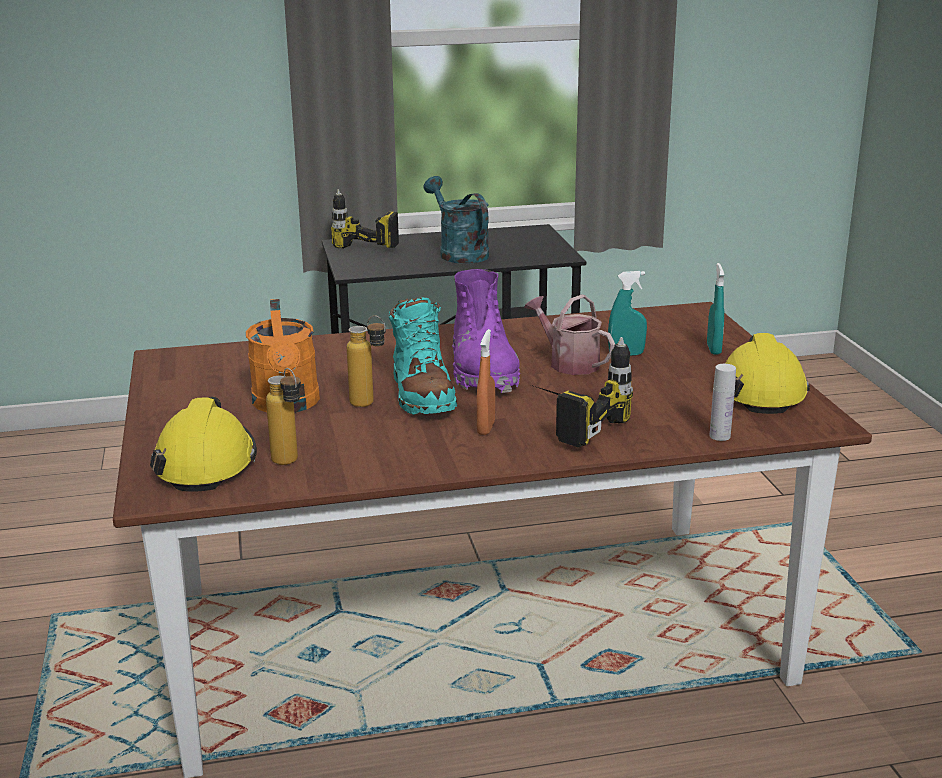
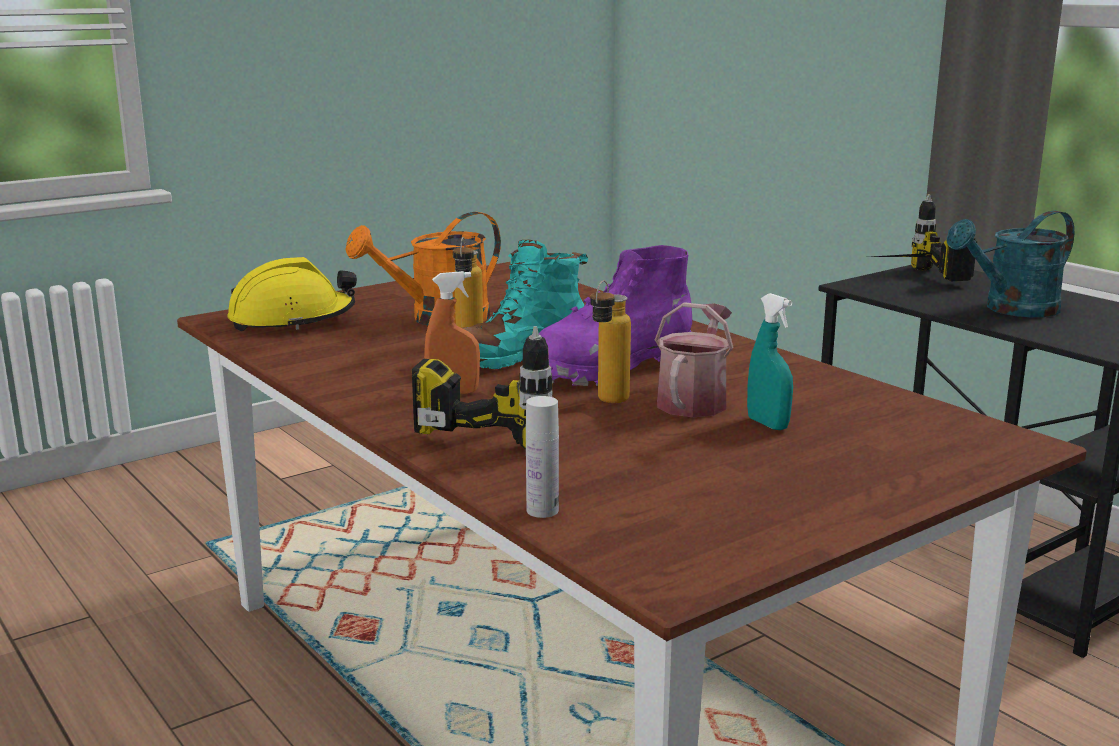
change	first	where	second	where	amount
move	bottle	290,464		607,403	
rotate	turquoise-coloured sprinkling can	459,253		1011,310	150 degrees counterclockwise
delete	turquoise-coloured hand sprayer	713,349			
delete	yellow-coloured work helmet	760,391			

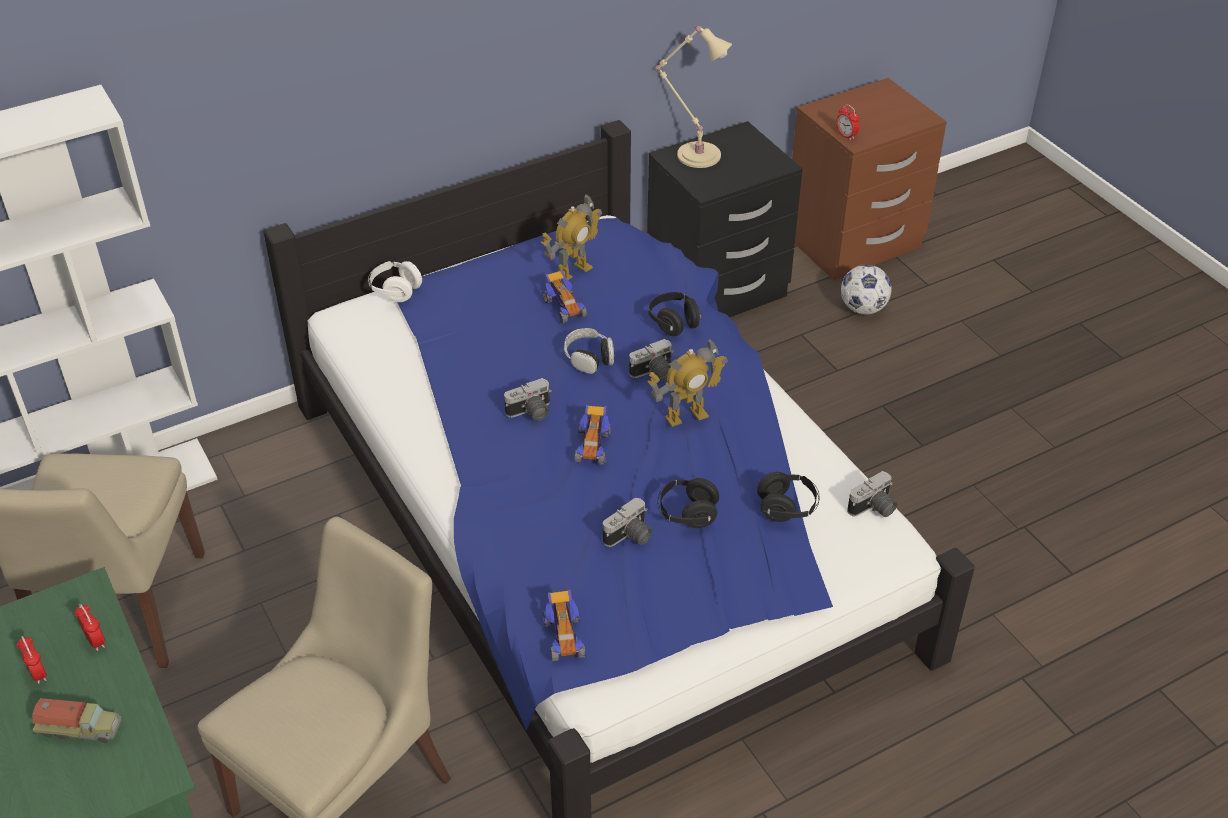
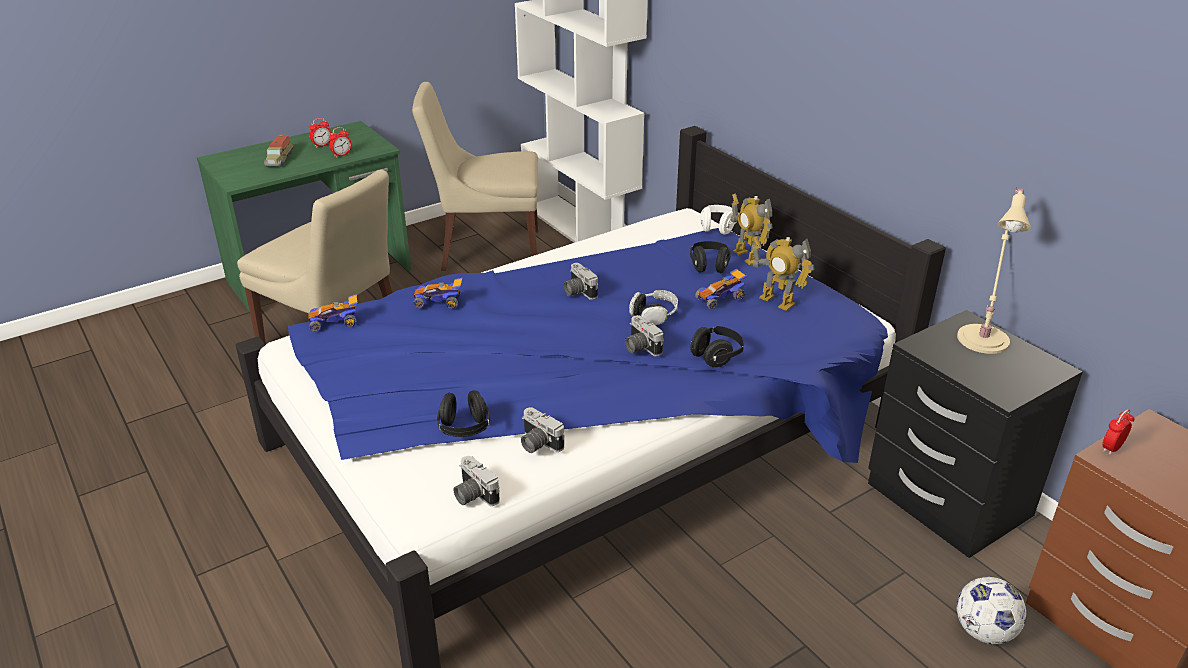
change	first	where	second	where	amount
move	model car	592,446		439,302	
move	still camera	630,537		537,444	
move	black-coloured pair of headphones	687,513		709,266	
move	robot figure	686,416		747,256	

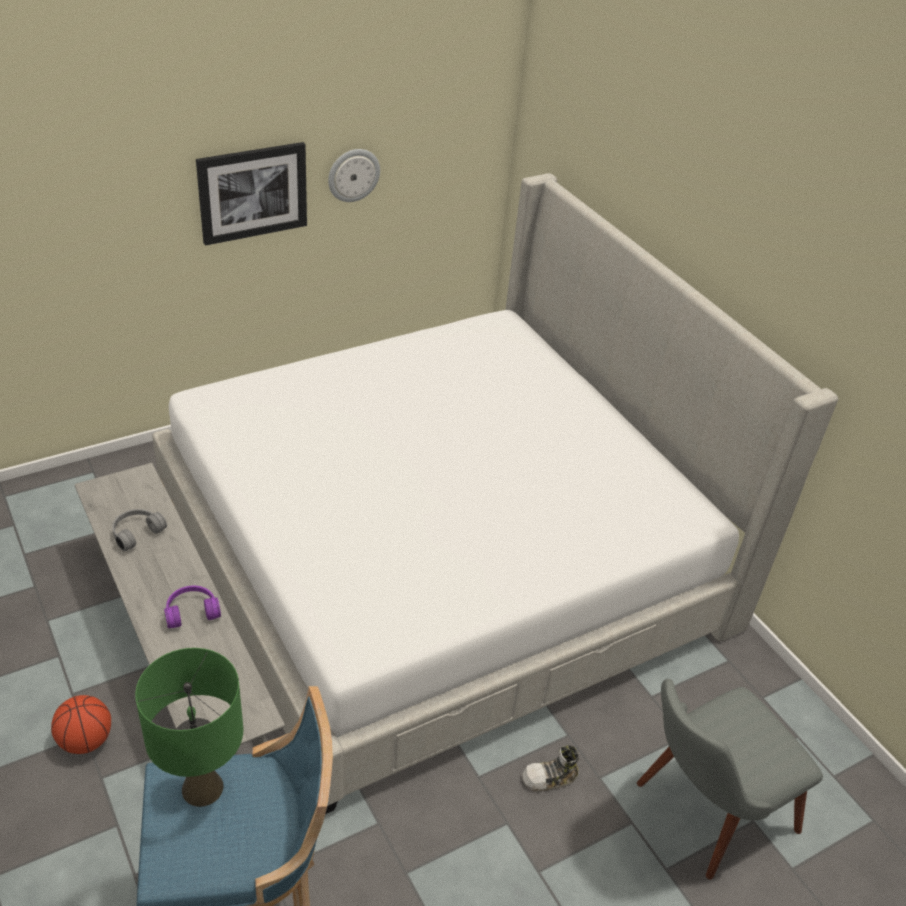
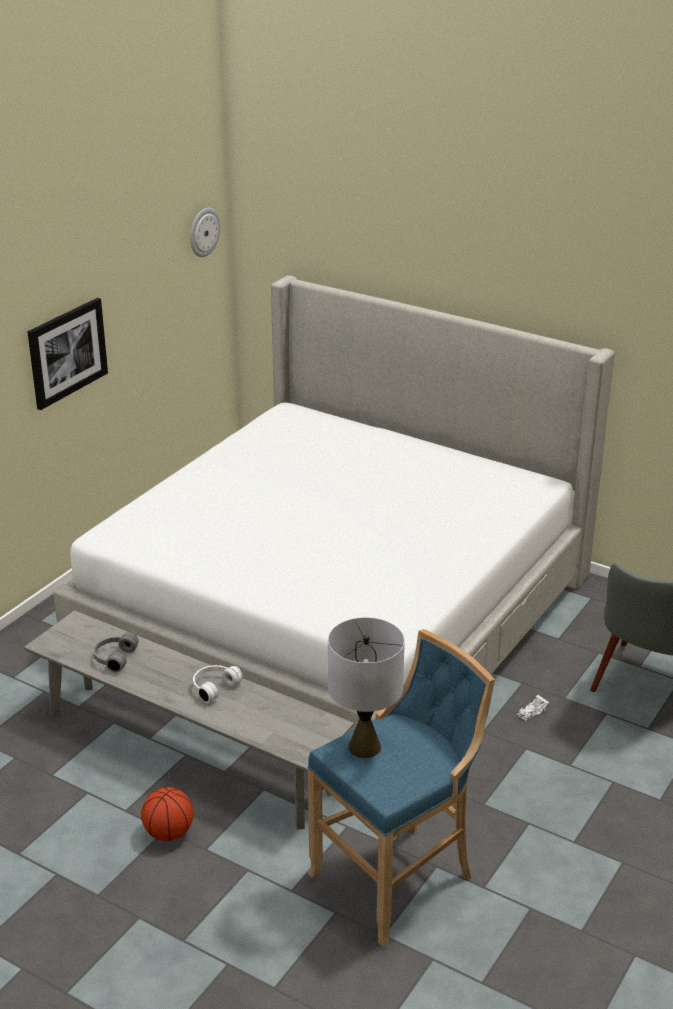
change	first	where	second	where	amount
move	wall clock	353,174		203,232	
recolor	purplish pair of headphones	191,611	white-coloured pair of headphones	213,687	
recolor	greenish lamp for a table	203,788	grey lamp for a table	365,747	
replace	item of footwear	550,778	white-coloured model car	532,712	

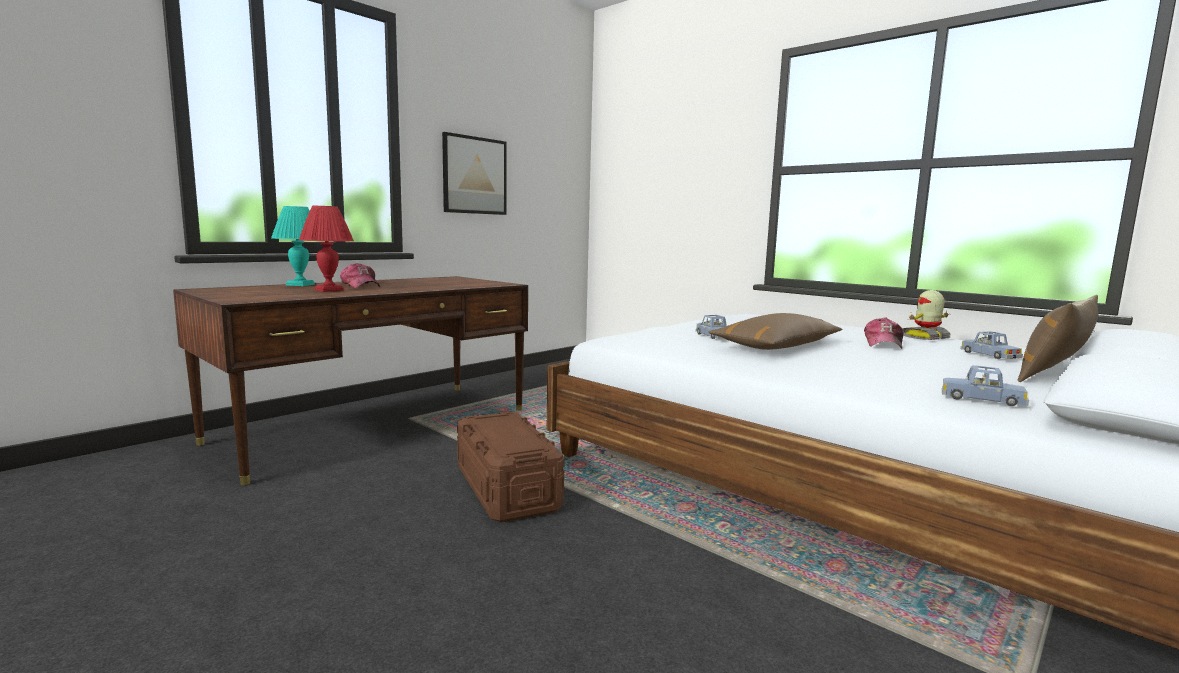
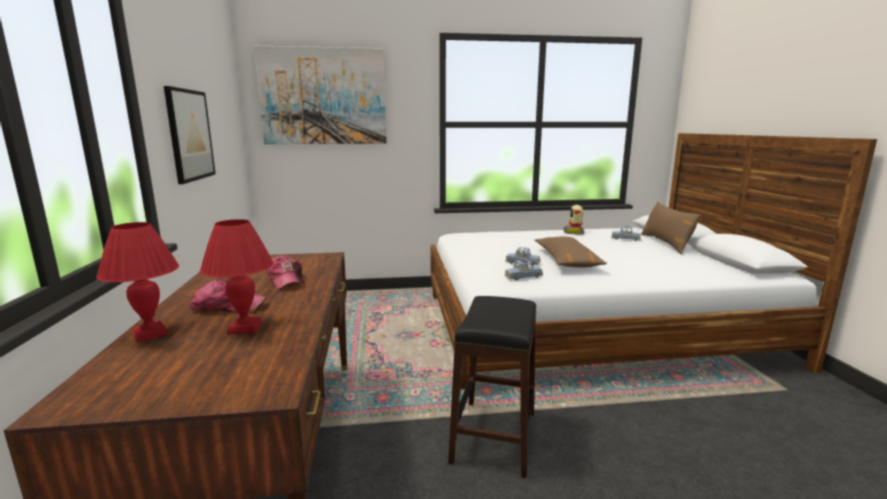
change	first	where	second	where	amount
recolor	turquoise-coloured lamp for a table	300,285	reddish lamp for a table	151,333	
insert			picture	323,96	
move	cap	883,344		286,280	
replace	brown storage container	506,488	black-coloured sitting stool	495,436	
move	bluish model car	982,400		523,277	

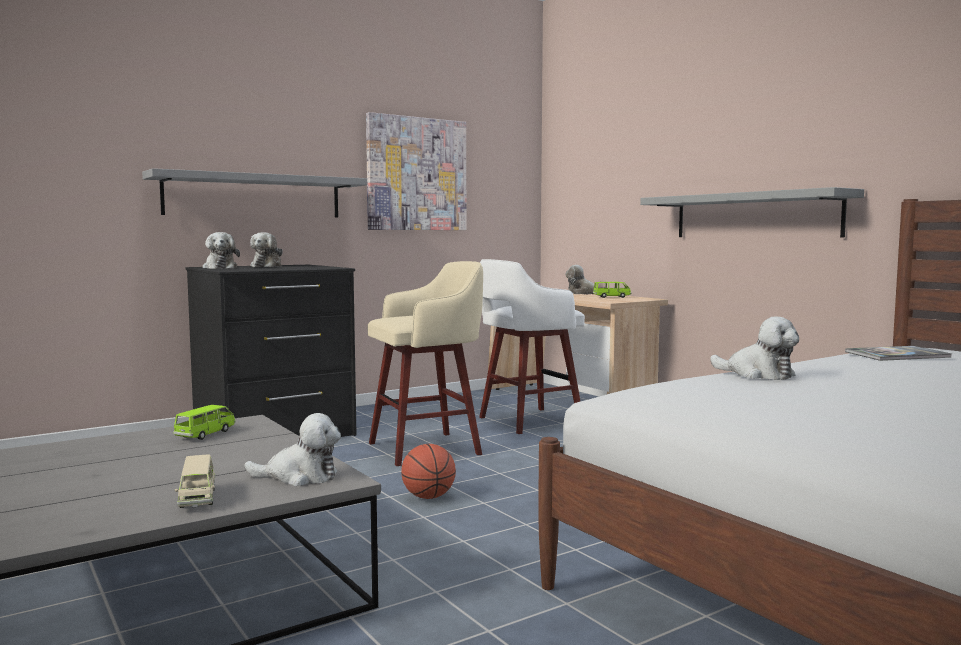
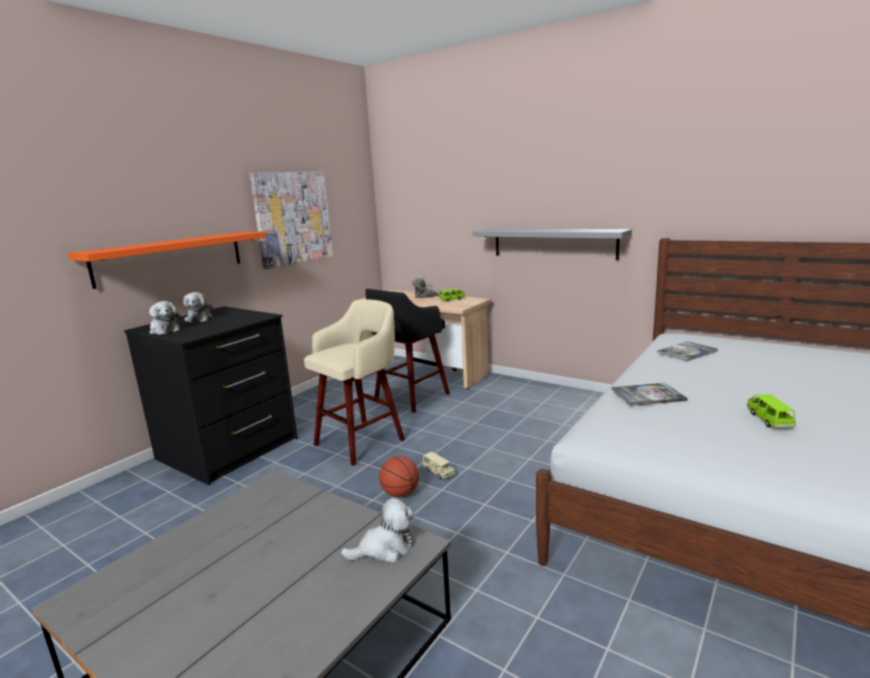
change	first	where	second	where	amount
recolor	grey wall shelf	254,196	orange wall shelf	171,257	
recolor	white-coloured sitting stool	527,421	black-coloured sitting stool	410,398	
move	sand-coloured model car	197,498		438,472	
replace	plush toy	758,374	volume	648,395	
move	greenish model car	205,434		769,420	

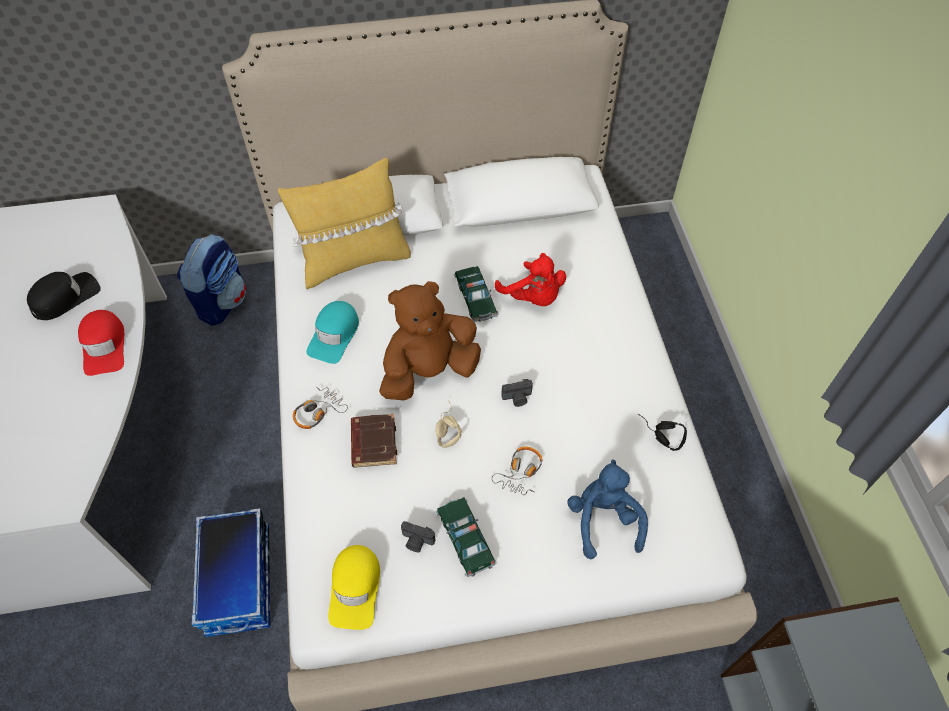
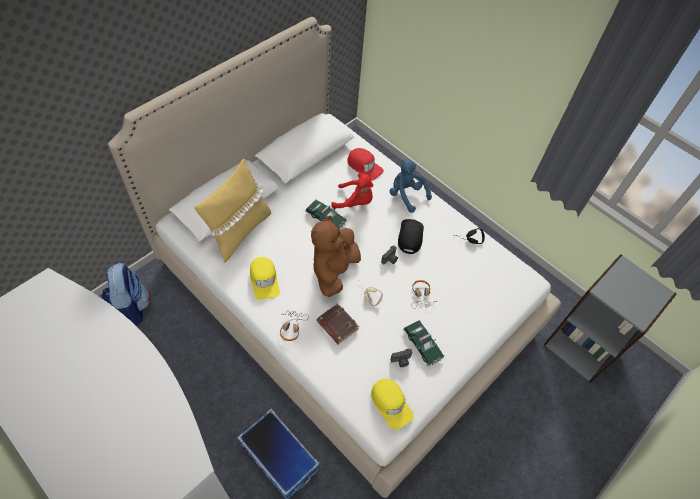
change	first	where	second	where	amount
recolor	turquoise-coloured cap	334,335	yellow-coloured cap	264,280	
move	reddish cap	104,346		364,166	
move	bluish plush toy	603,520		406,195	
move	black-coloured cap	65,297		410,236	
rotate	model car	465,539		422,345	150 degrees counterclockwise

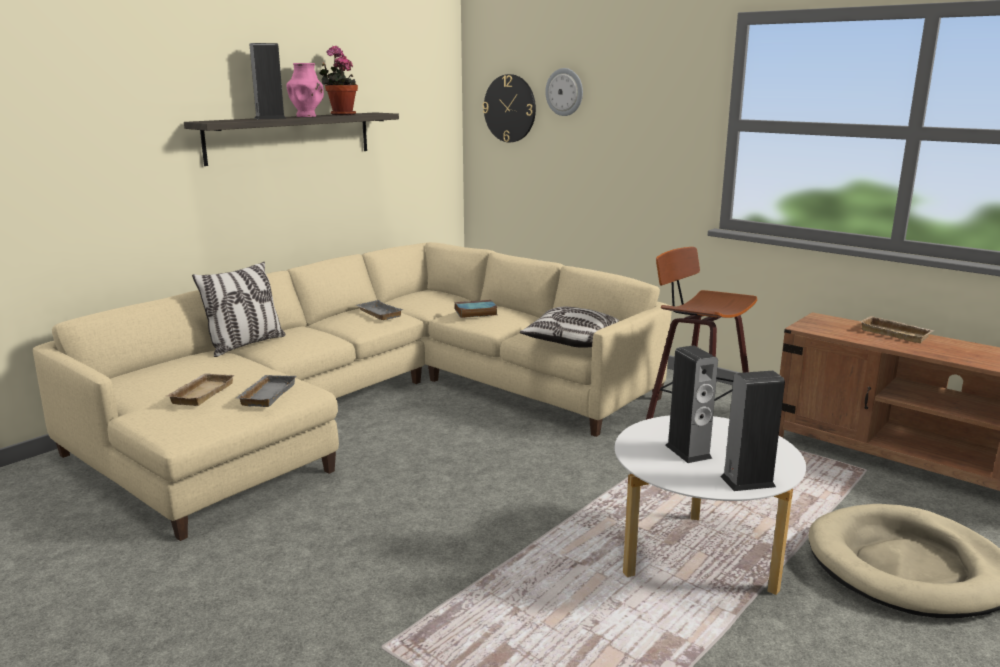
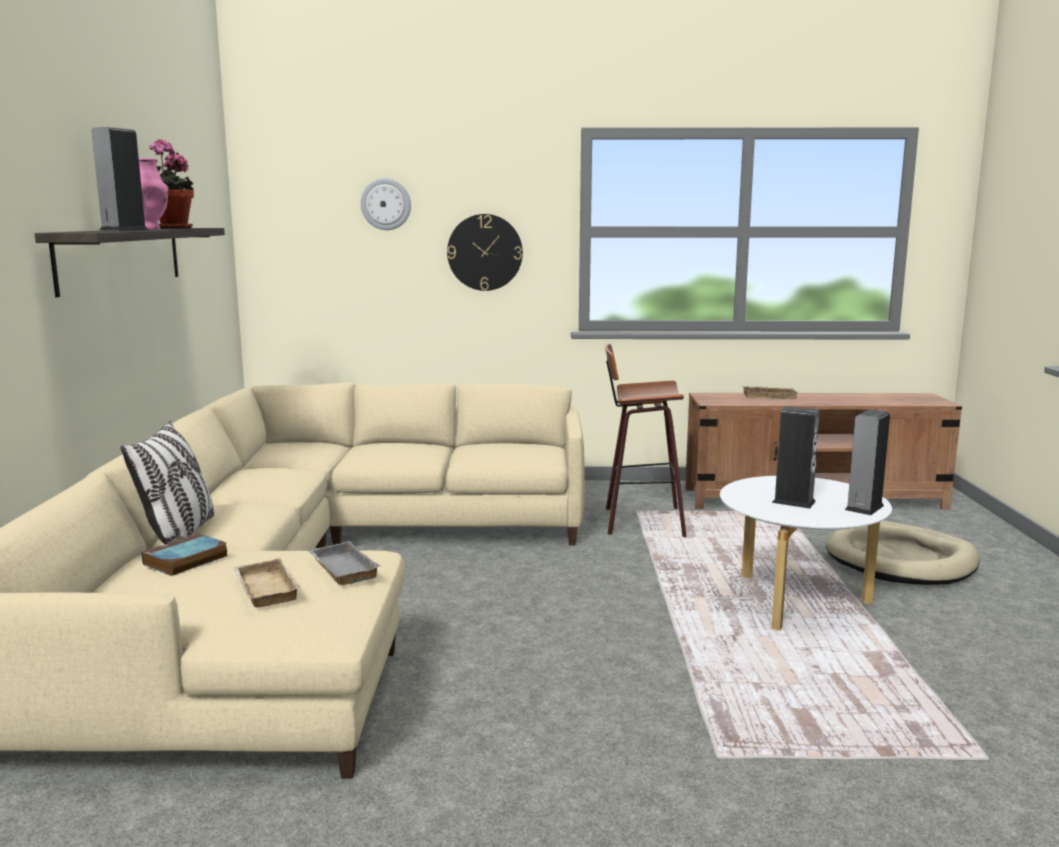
change	first	where	second	where	amount
move	volume	475,312		185,561	
move	wall clock	510,108		485,252	
delete	grey serving tray	377,313			
delete	pillow	570,341			

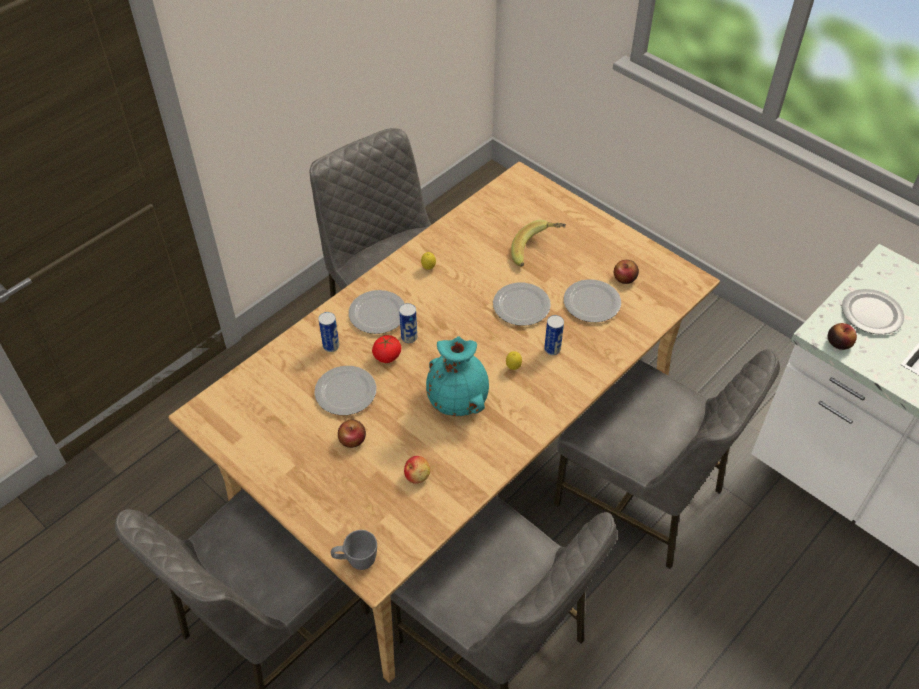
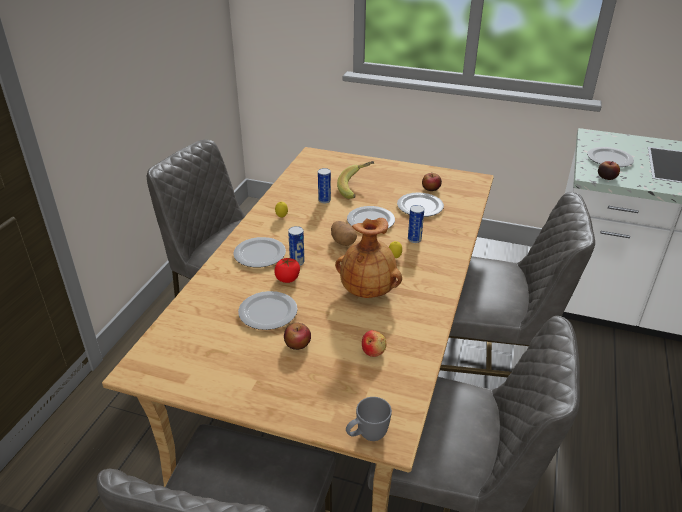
change	first	where	second	where	amount
move	sealed can	331,346		324,200	
insert			whole potato	343,242	
recolor	turquoise-coloured vase	458,400	brown vase	368,290	

